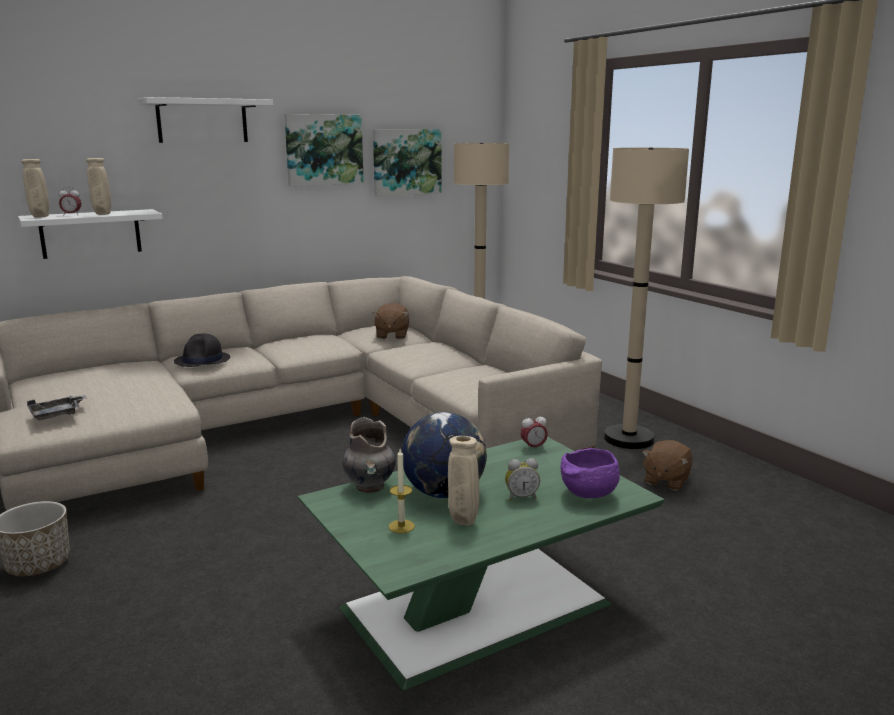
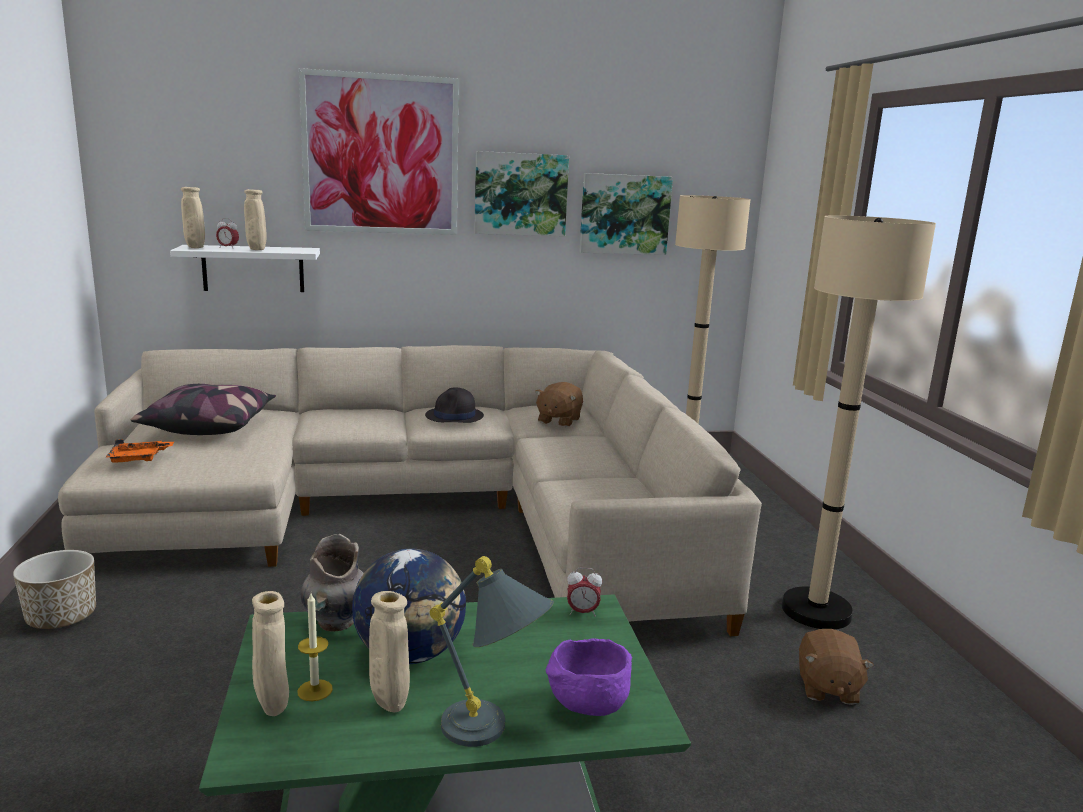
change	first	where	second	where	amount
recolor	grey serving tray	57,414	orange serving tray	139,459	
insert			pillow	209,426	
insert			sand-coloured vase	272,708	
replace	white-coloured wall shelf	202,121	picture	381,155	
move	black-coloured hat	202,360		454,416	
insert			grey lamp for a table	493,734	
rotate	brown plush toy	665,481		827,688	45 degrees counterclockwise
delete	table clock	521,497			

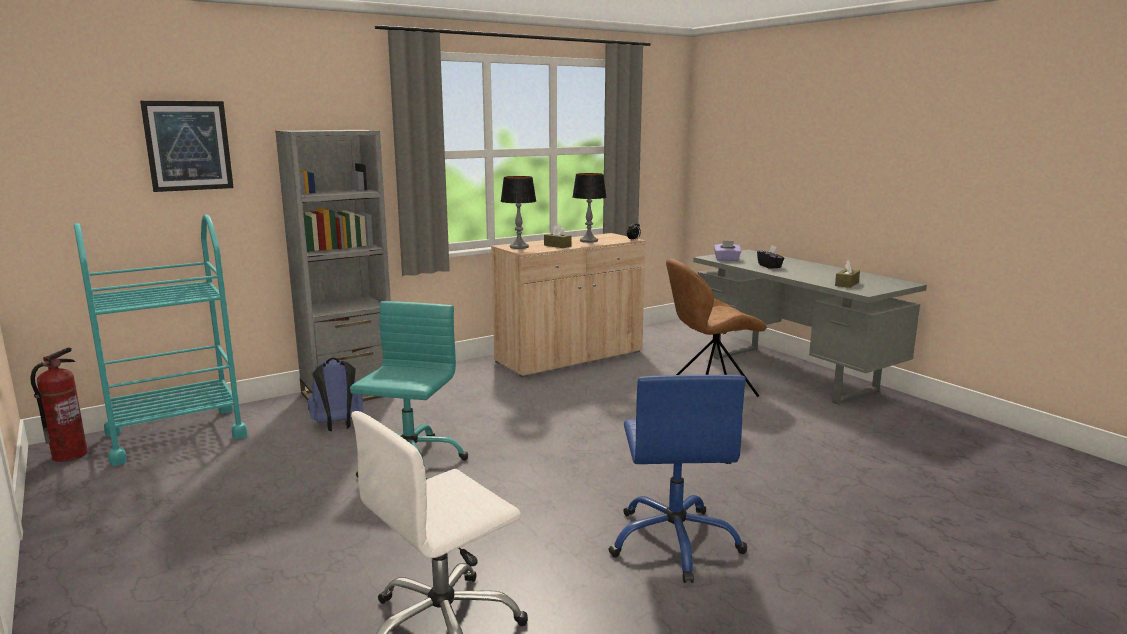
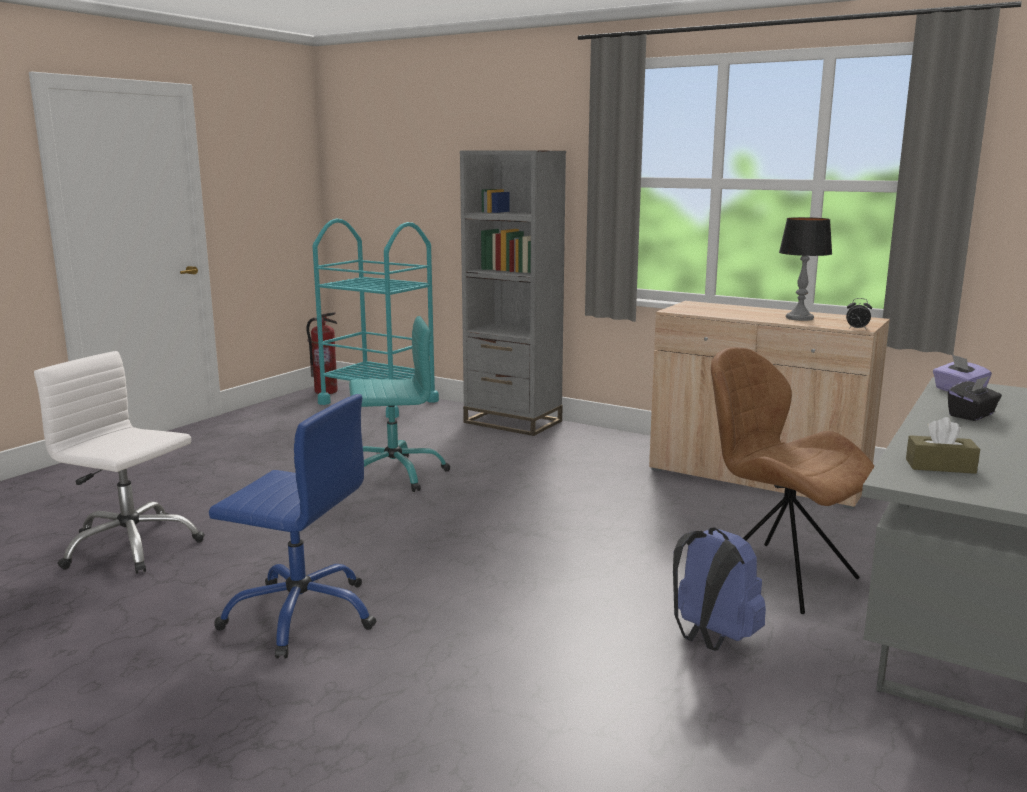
change	first	where	second	where	amount
rotate	bluish desk chair	675,542		301,615	135 degrees counterclockwise
move	bluish knapsack	338,426		711,638	
delete	picture	188,146			
delete	lamp for a table	519,247			
delete	brown box of tissues	557,246			

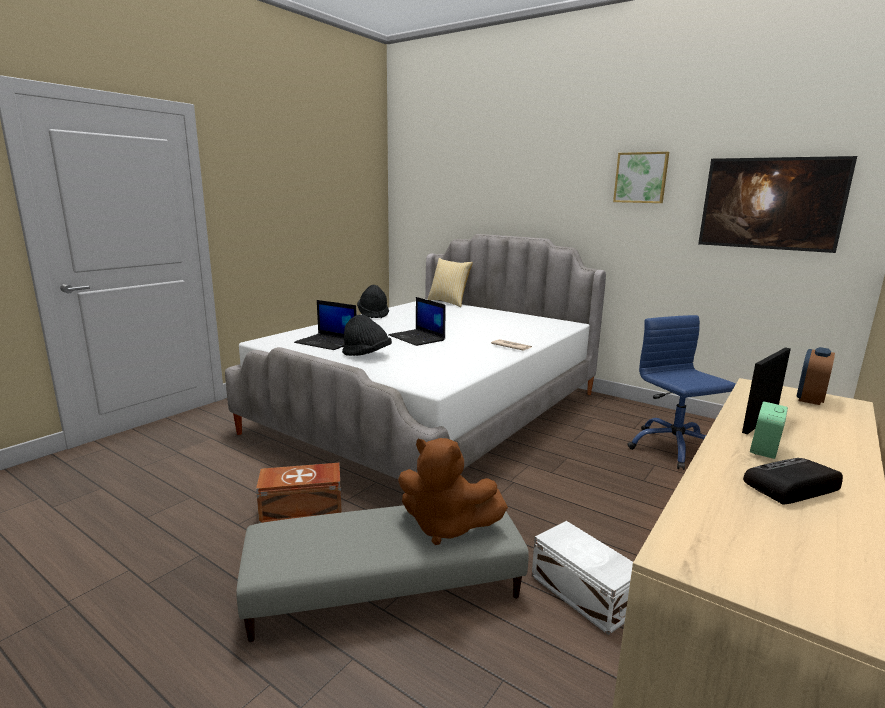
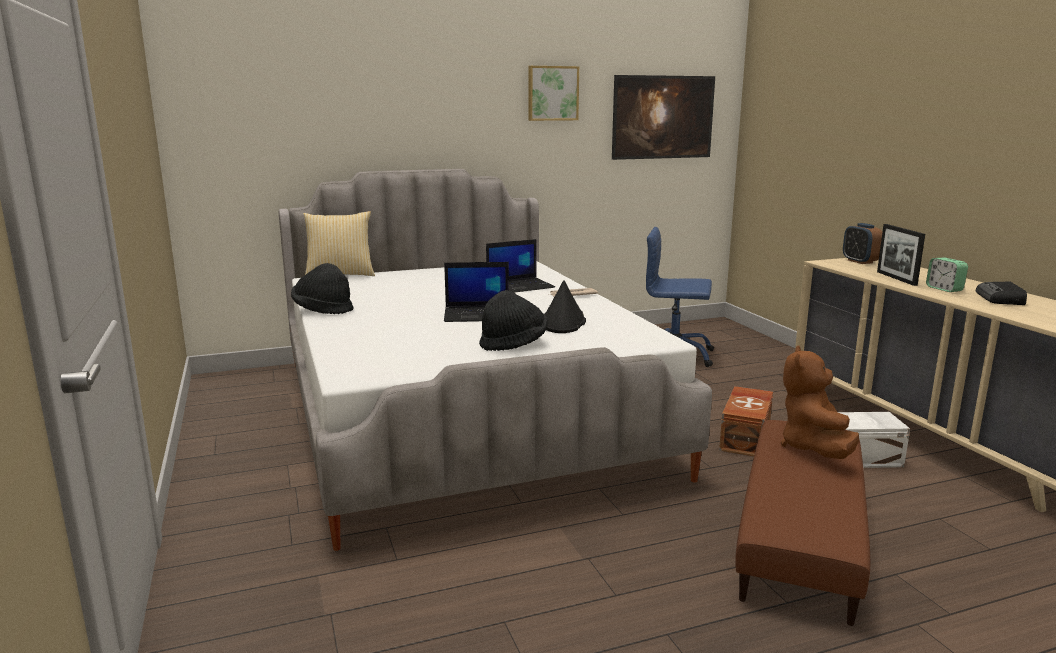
change	first	where	second	where	amount
move	notebook computer	327,342		520,286	
insert			black-coloured hat	563,322	
move	brown storage container	303,509		746,437	
recolor	grey footrest	385,586	brown footrest	799,533	
rotate	brown plush toy	446,527		813,448	135 degrees clockwise

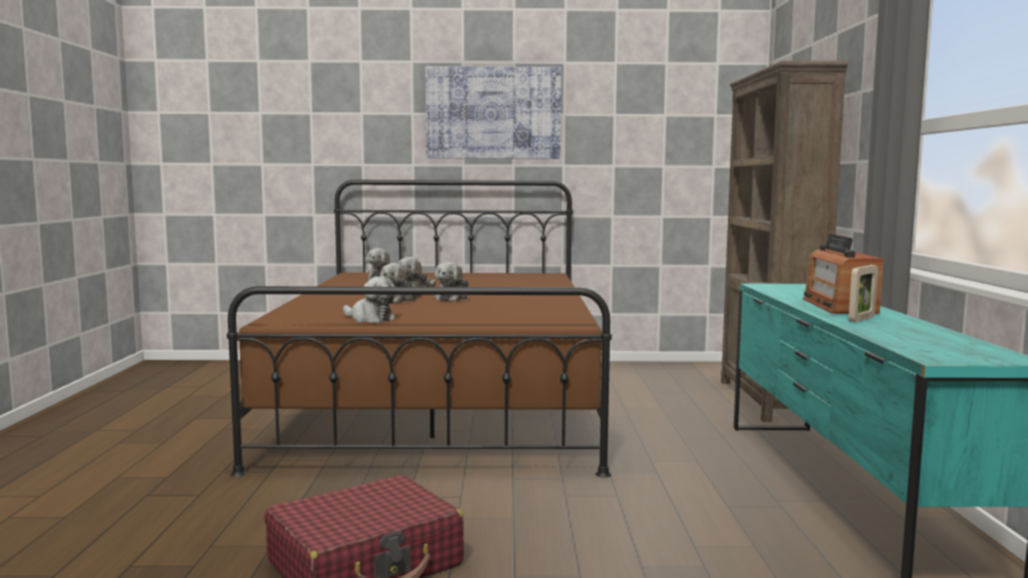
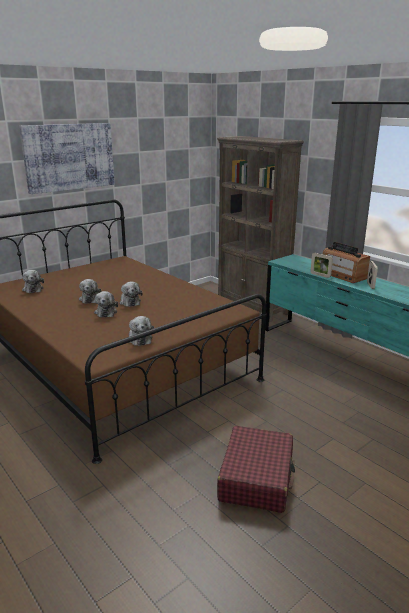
change	first	where	second	where	amount
rotate	plush toy	370,319		139,339	75 degrees clockwise
insert			photo frame	320,275	

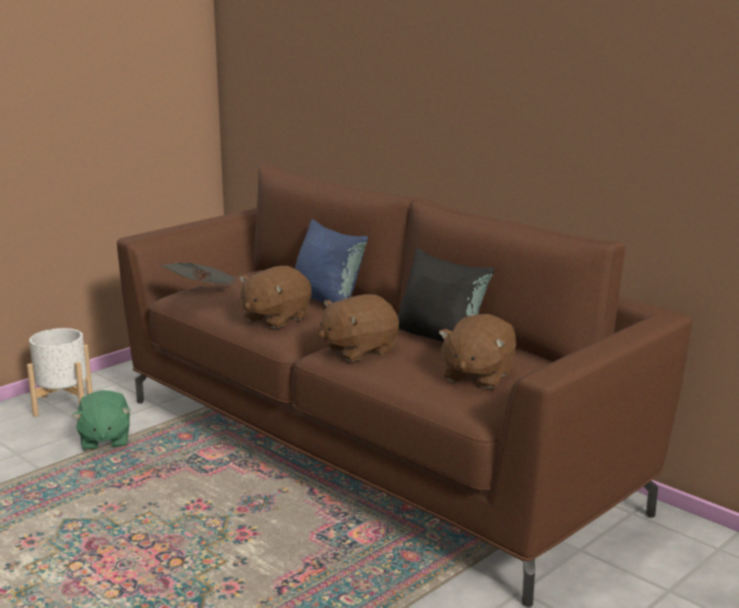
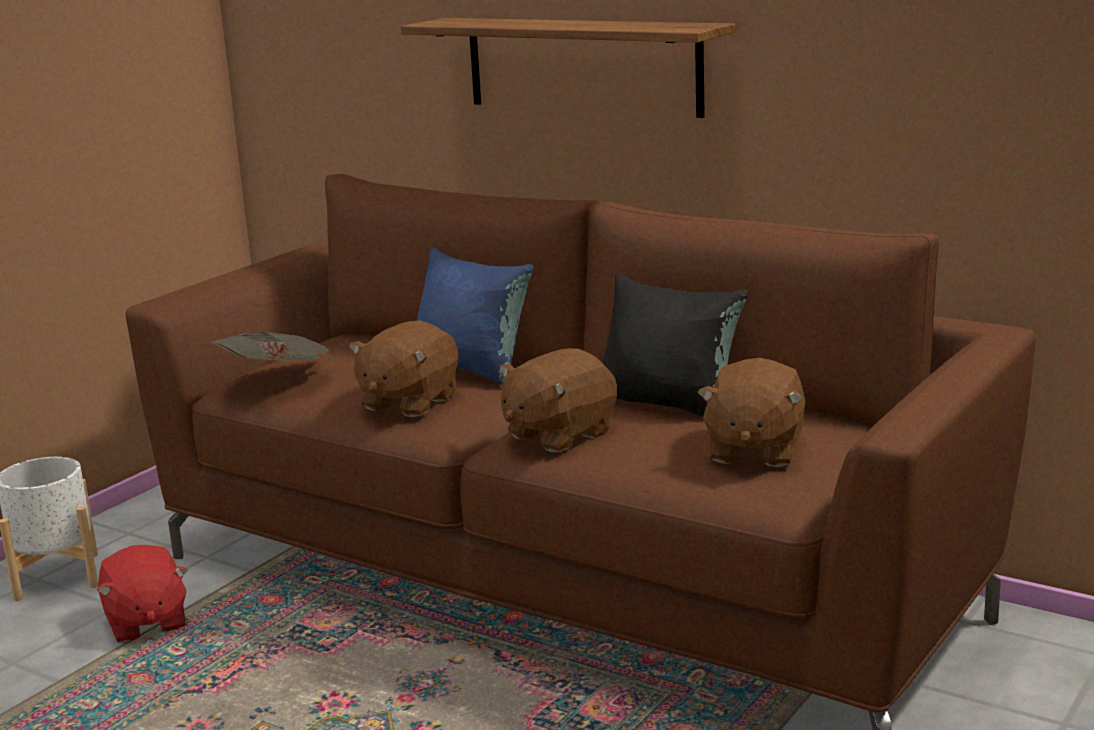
change	first	where	second	where	amount
recolor	greenish plush toy	104,440	reddish plush toy	146,623	
insert			wall shelf	582,65	

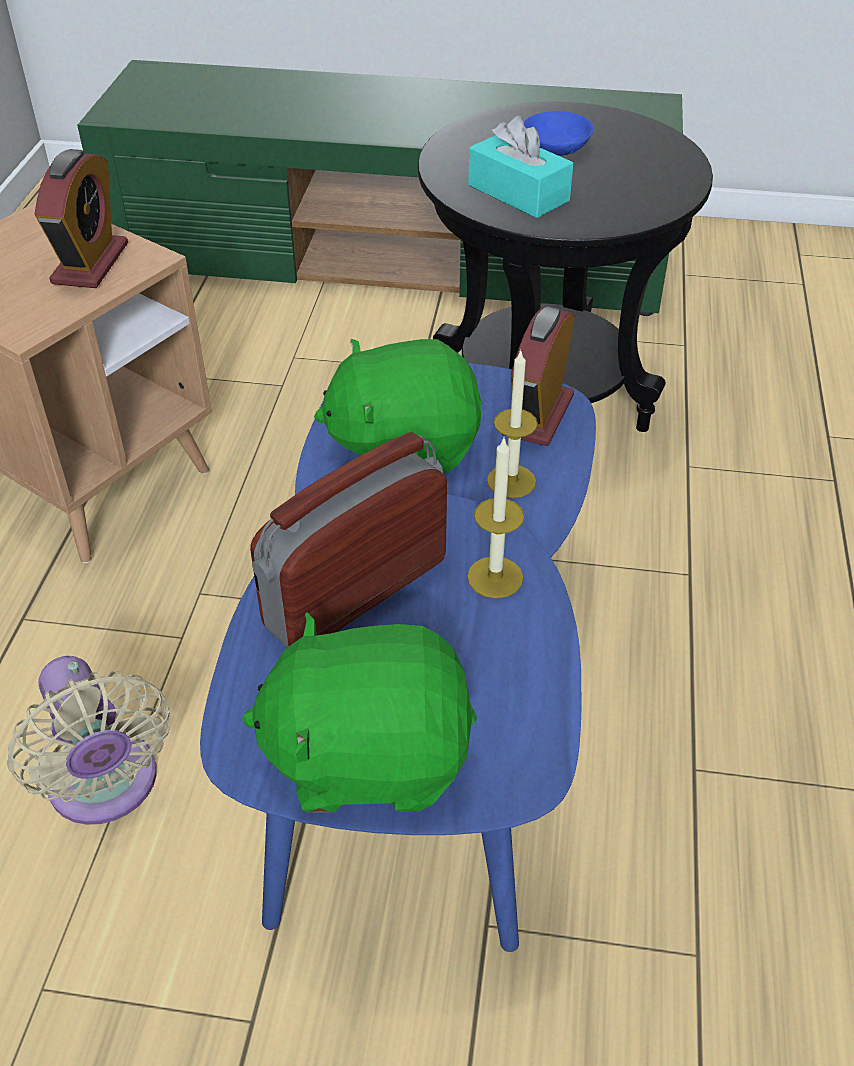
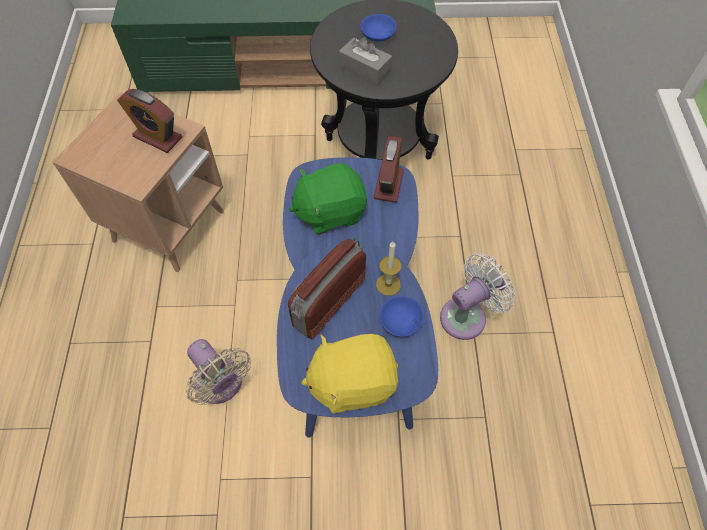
change	first	where	second	where	amount
rotate	table clock	90,263		157,137	120 degrees clockwise
recolor	greenish plush toy	368,755	yellow-coloured plush toy	352,382	
recolor	turquoise-coloured box of tissues	518,193	grey box of tissues	365,70	
insert			bluish bowl	400,320	
insert			white-coloured electric fan	467,316	
delete	wax candle	511,481			

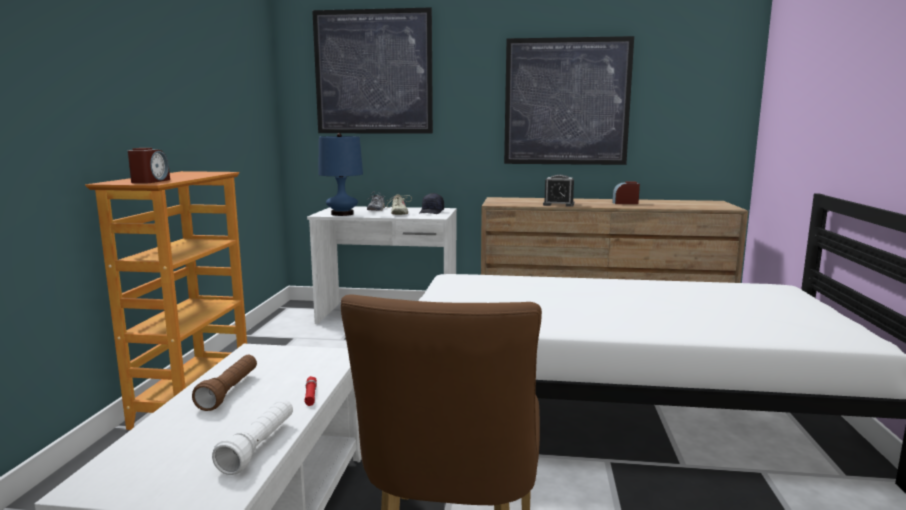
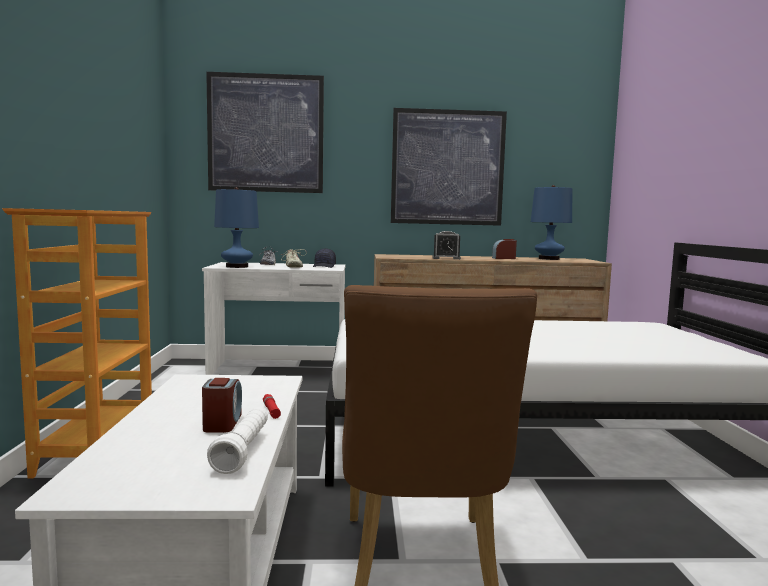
change	first	where	second	where	amount
move	table clock	150,181		222,423	
insert			bluish lamp for a table	548,259	
delete	brown hand torch	229,392			

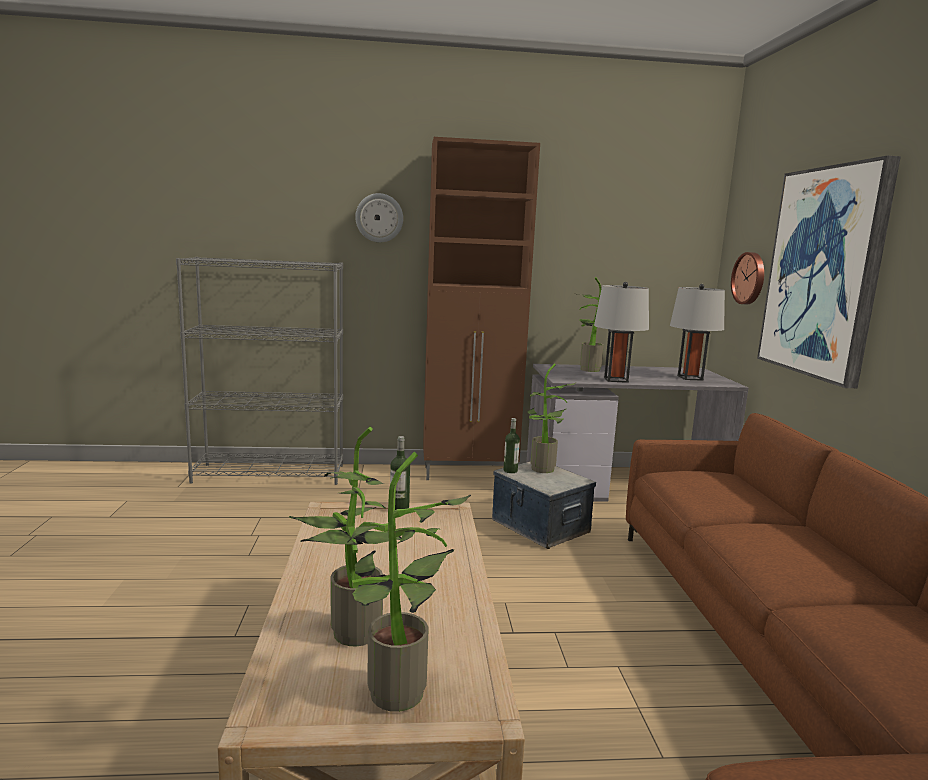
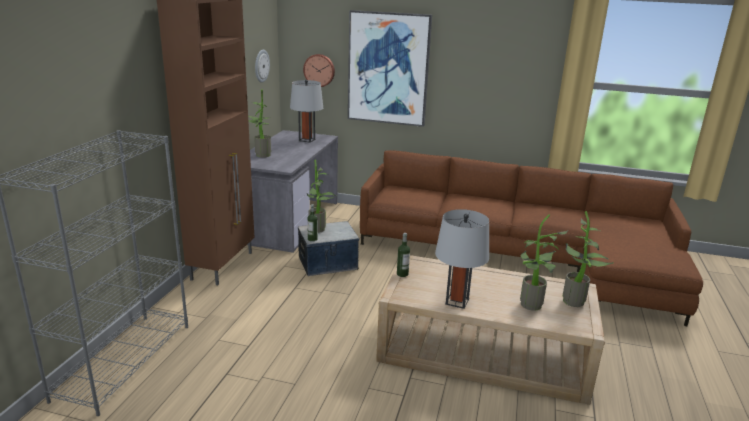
change	first	where	second	where	amount
move	wall clock	379,218		261,66	
move	grey lamp for a table	615,380		457,301	

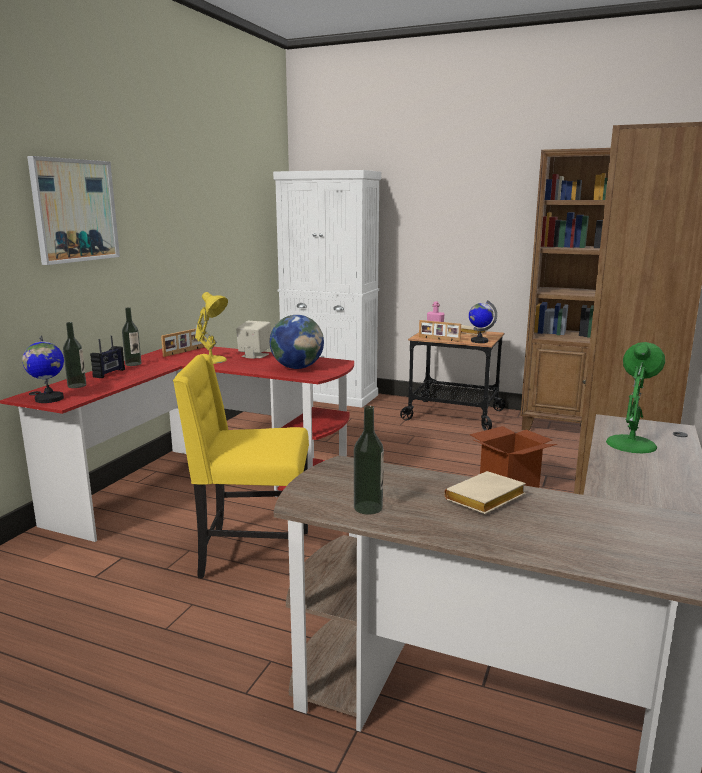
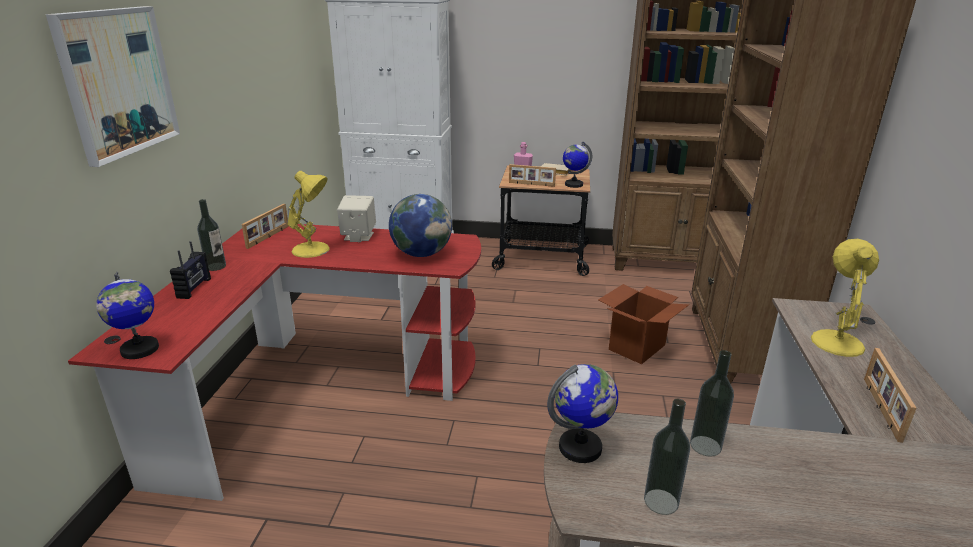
change	first	where	second	where	amount
insert			desk globe	580,448	
move	bottle	77,385		705,446	
recolor	greenish lamp for a table	631,443	yellow-coloured lamp for a table	836,341	
insert			photo frame	880,408	
delete	yellow-coloured plain chair	252,555			
delete	sand-coloured volume	485,500			

